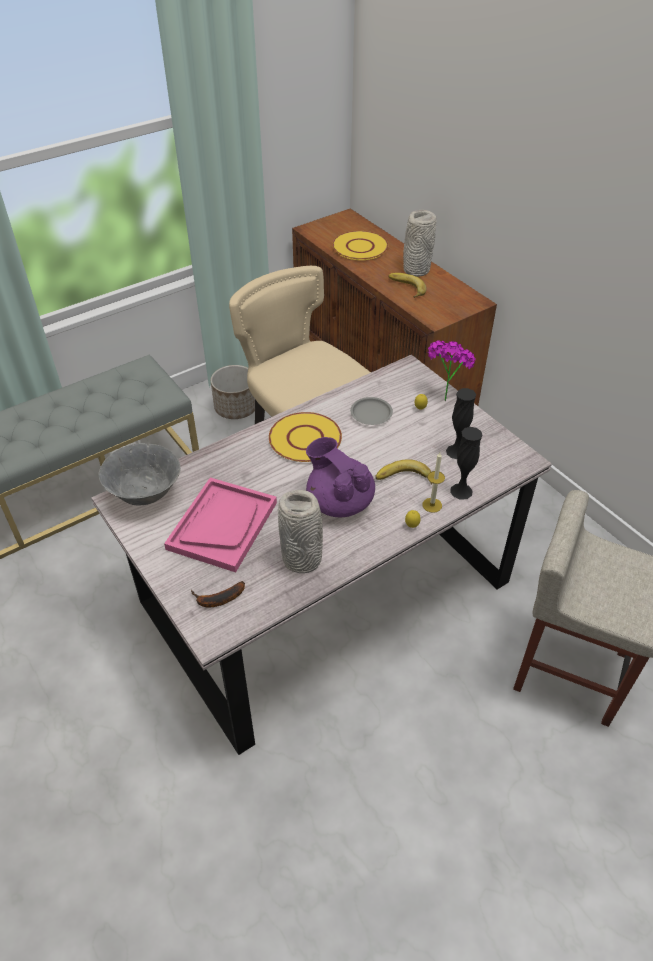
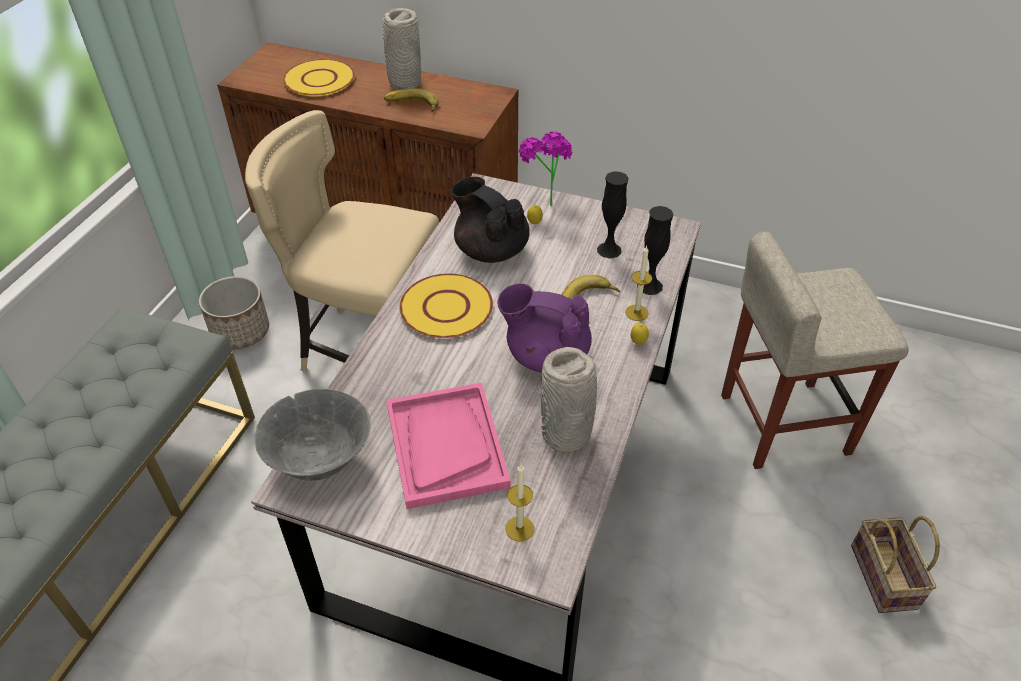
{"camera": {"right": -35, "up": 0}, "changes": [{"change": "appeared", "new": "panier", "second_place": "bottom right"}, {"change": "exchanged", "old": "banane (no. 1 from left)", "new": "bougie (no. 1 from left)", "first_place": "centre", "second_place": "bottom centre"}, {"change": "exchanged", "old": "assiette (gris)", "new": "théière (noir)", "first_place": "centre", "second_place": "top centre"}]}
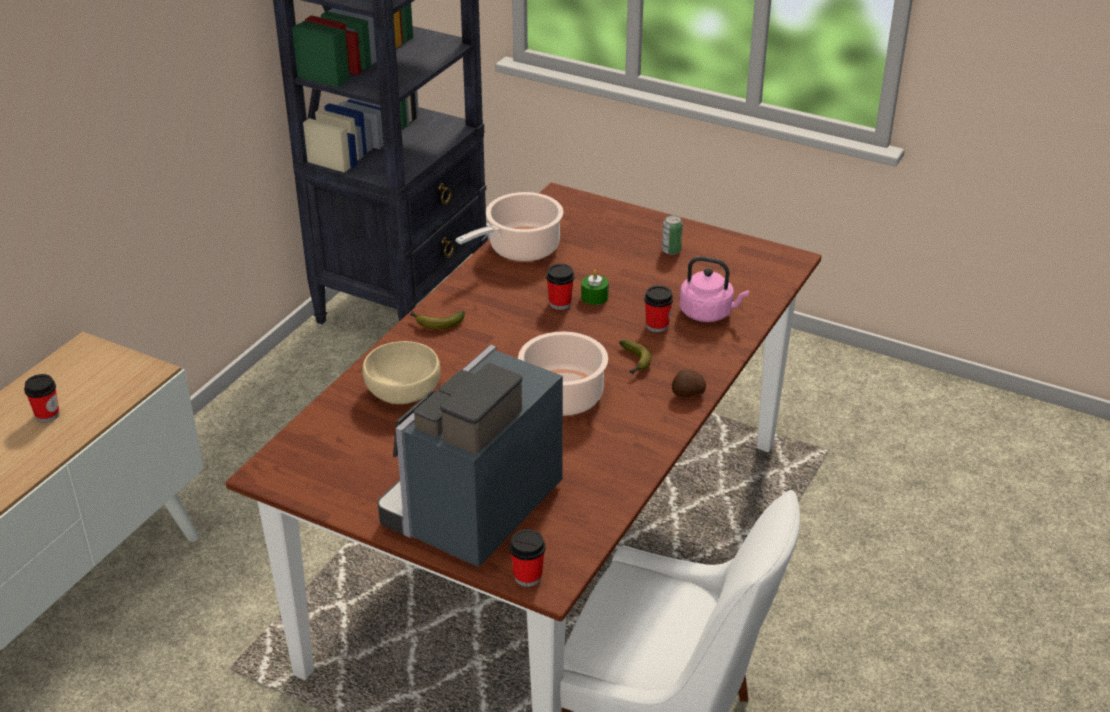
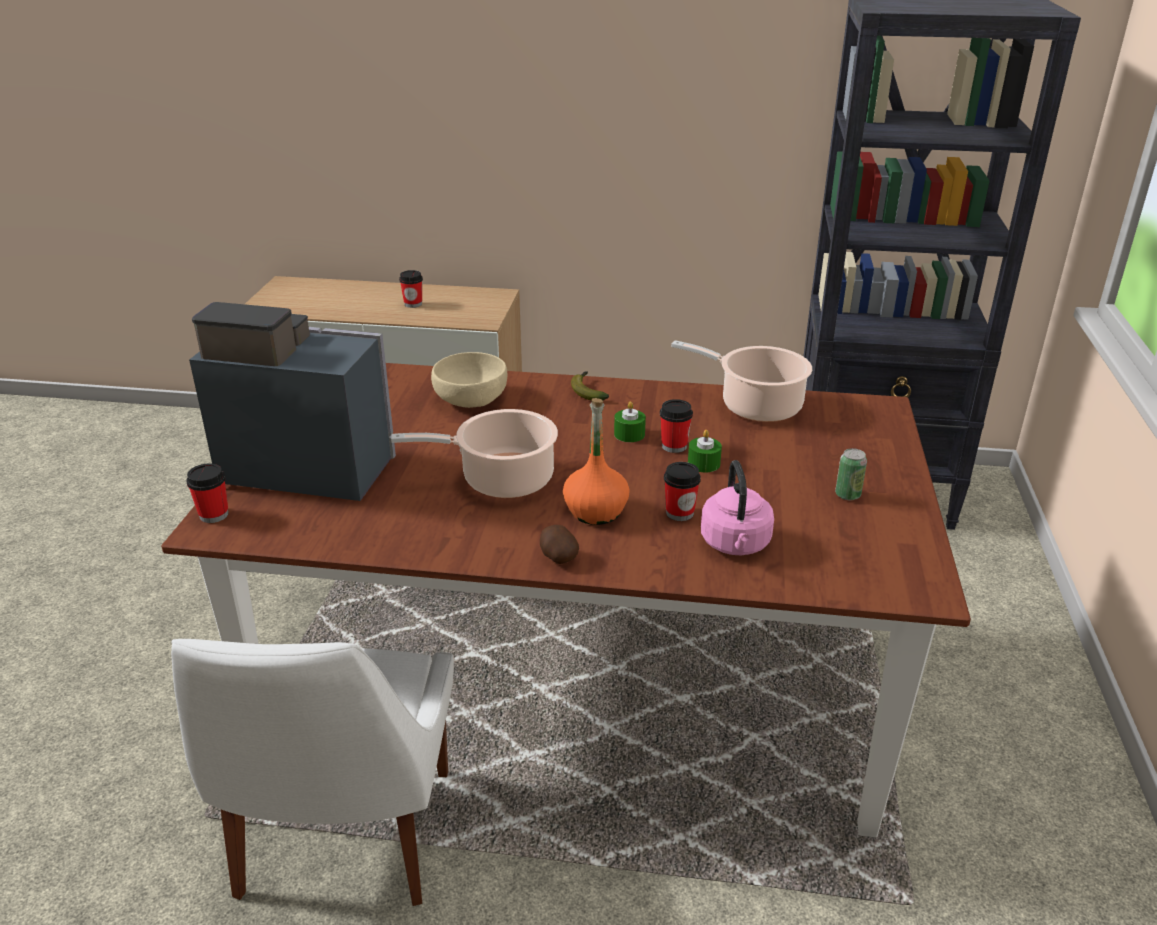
{"camera": {"right": 70, "up": -5}, "changes": [{"change": "appeared", "new": "bougie (vert) (no. 1 from left)", "second_place": "centre"}, {"change": "exchanged", "old": "banane (no. 2 from left)", "new": "bouteille (orange)", "first_place": "centre", "second_place": "centre"}]}
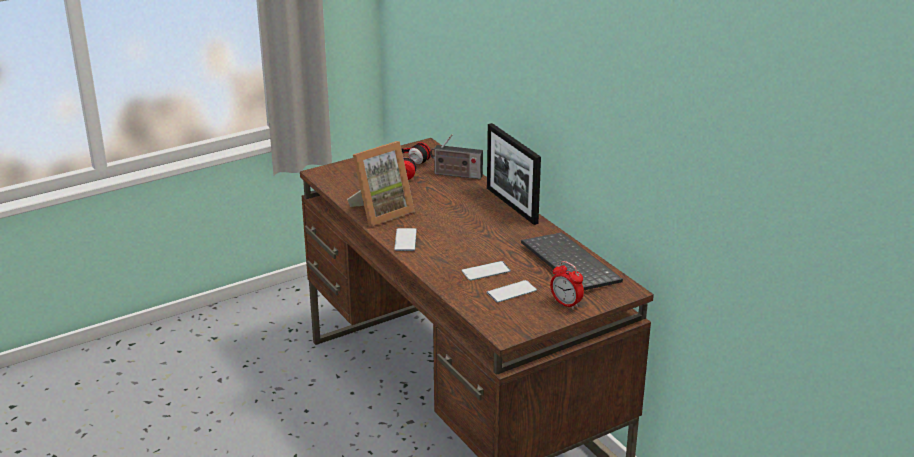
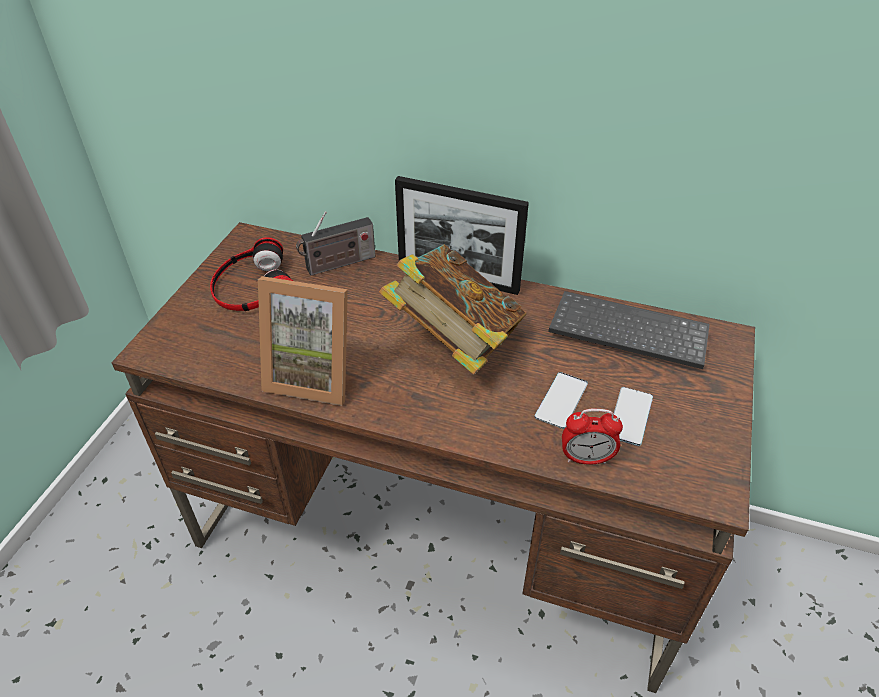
{"camera": {"right": -40, "up": 15}, "changes": [{"change": "missing", "old": "téléphone (no. 1 from left)", "first_place": "centre"}, {"change": "appeared", "new": "livre", "second_place": "centre"}, {"change": "relocated", "old": "réveil", "first_place": "centre", "second_place": "middle right"}, {"change": "spun", "old": "cadre photo (no. 1 from left)", "first_place": "centre", "second_place": "centre", "degrees": 90}]}
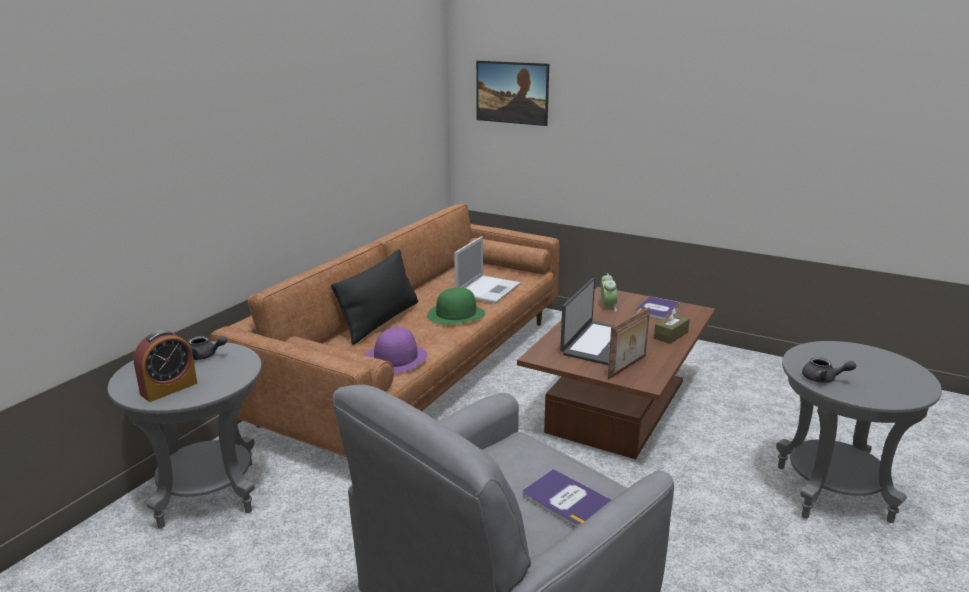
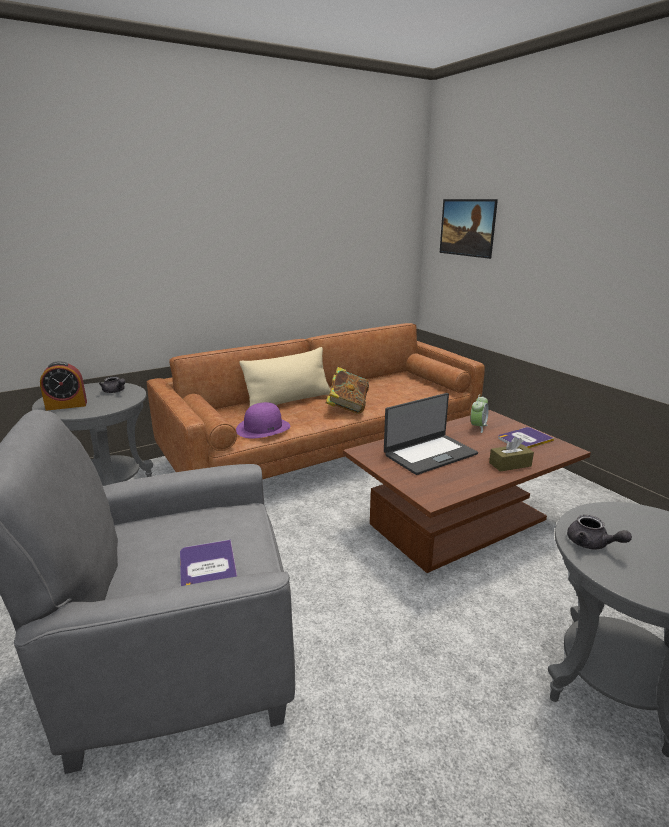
{"camera": {"right": 30, "up": 0}, "changes": [{"change": "missing", "old": "ordinateur portable (no. 1 from left)", "first_place": "centre"}, {"change": "missing", "old": "cadre photo", "first_place": "centre"}, {"change": "exchanged", "old": "chapeau (vert)", "new": "livre (no. 2 from left)", "first_place": "centre", "second_place": "centre"}, {"change": "colour", "old": "coussin (noir)", "new": "coussin (beige)", "first_place": "centre", "second_place": "centre"}]}
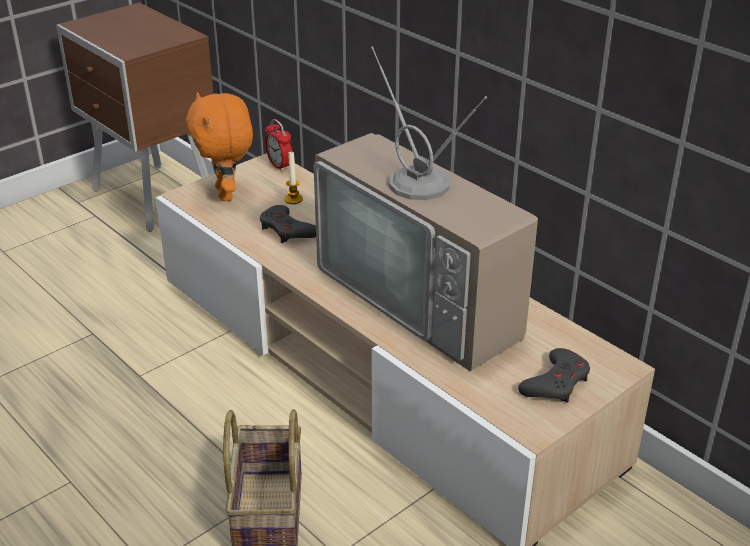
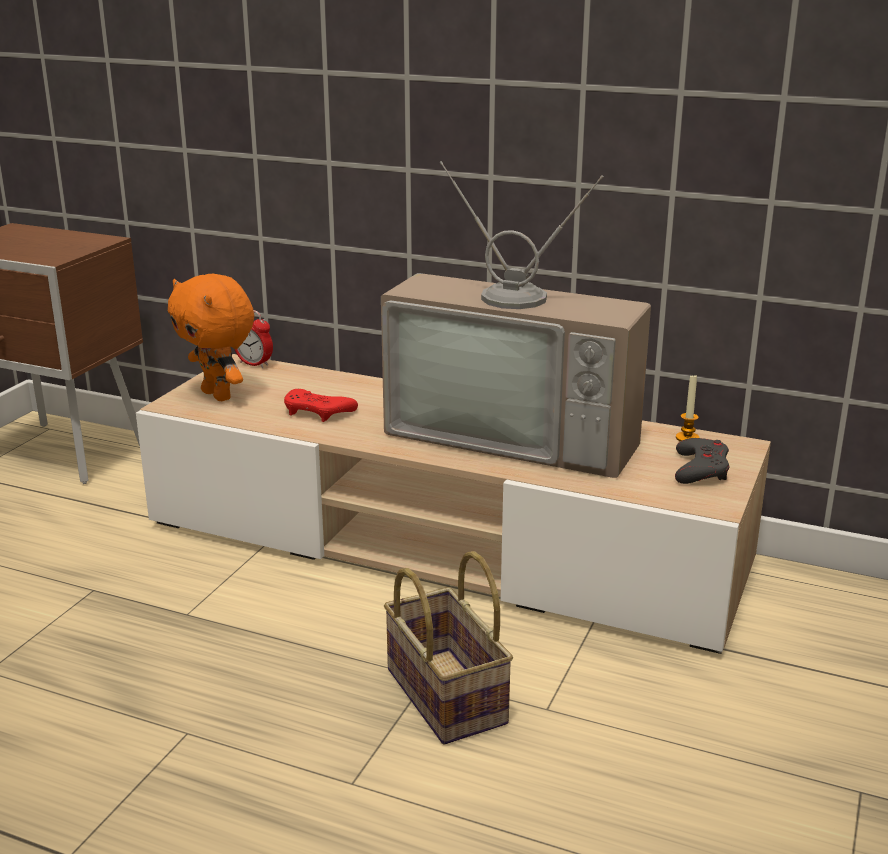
{"camera": {"right": -25, "up": -10}, "changes": [{"change": "relocated", "old": "bougie", "first_place": "top centre", "second_place": "middle right"}, {"change": "colour", "old": "manette (gris) (no. 1 from left)", "new": "manette (rouge)", "first_place": "centre", "second_place": "centre"}]}
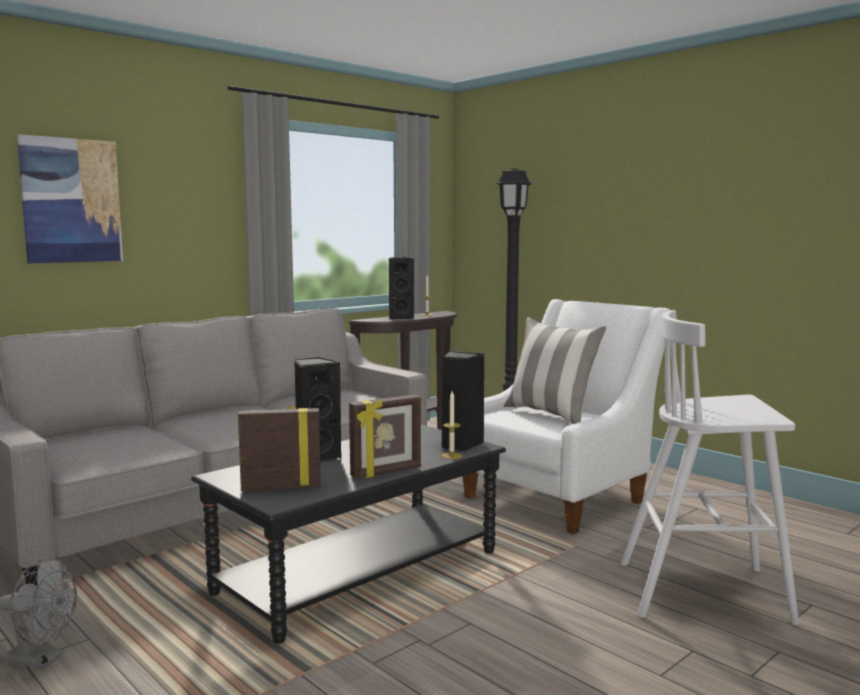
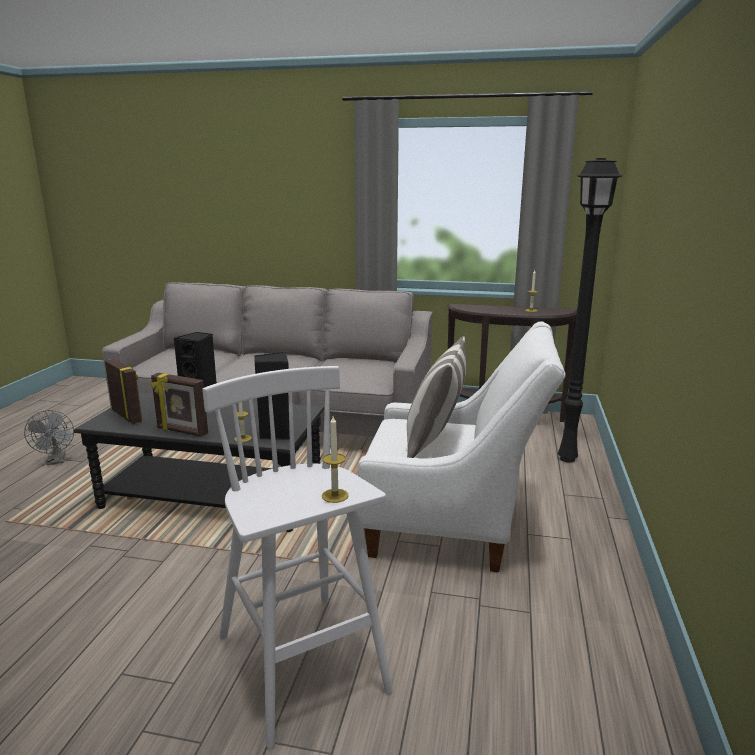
{"camera": {"right": 55, "up": 10}, "changes": [{"change": "missing", "old": "tableau", "first_place": "top left"}, {"change": "missing", "old": "enceinte (noir) (no. 2 from left)", "first_place": "centre"}, {"change": "appeared", "new": "bougie (no. 2 from left)", "second_place": "centre"}]}
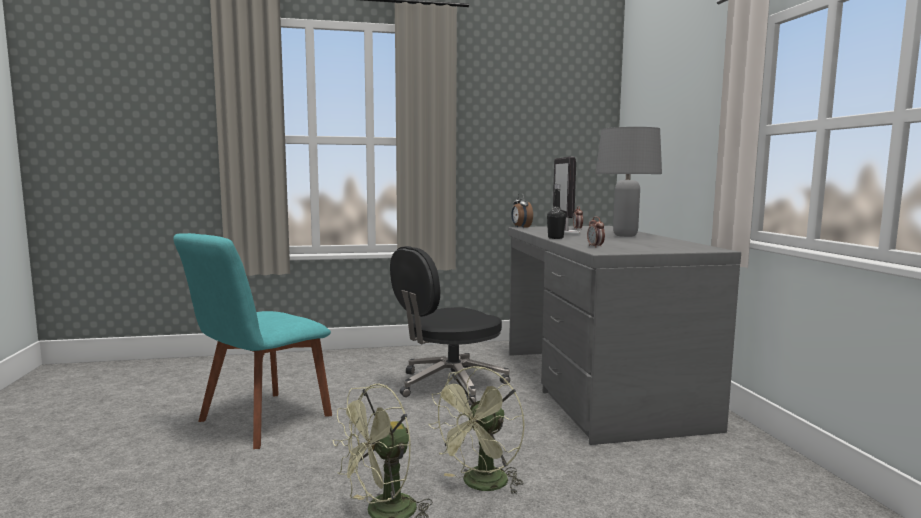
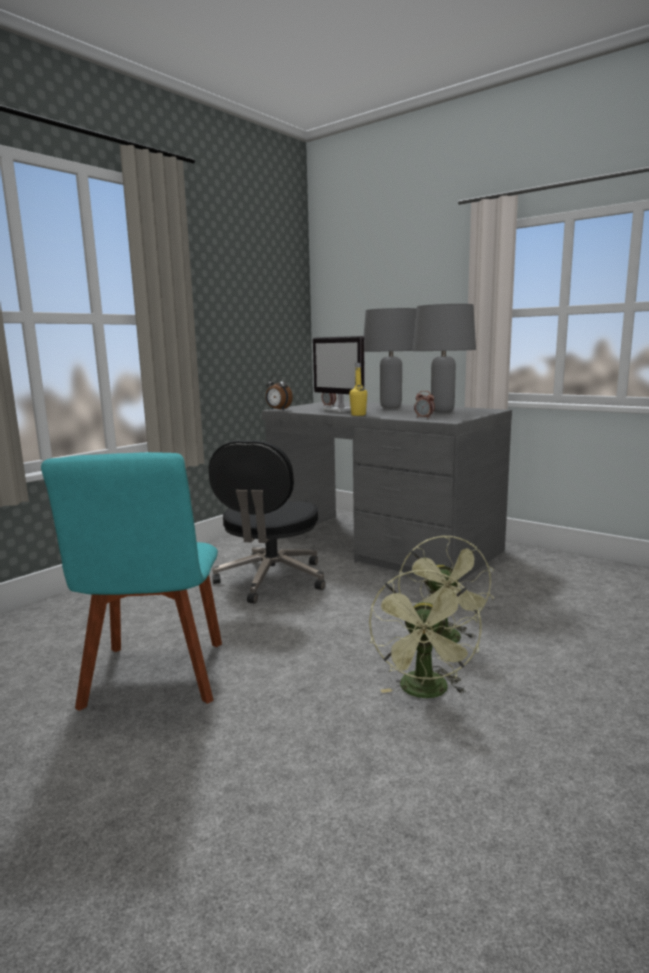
{"camera": {"right": -40, "up": 5}, "changes": [{"change": "appeared", "new": "lampe de table (gris) (no. 2 from left)", "second_place": "middle right"}, {"change": "colour", "old": "bouteille (noir)", "new": "bouteille (jaune)", "first_place": "centre", "second_place": "centre"}]}
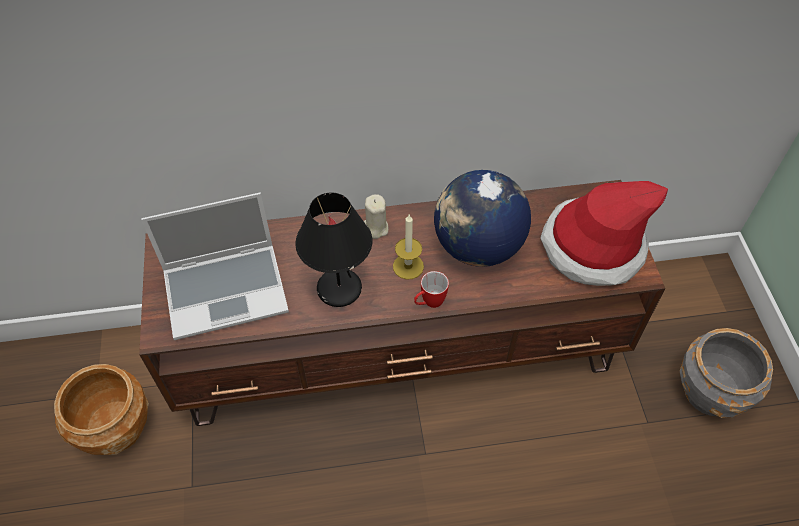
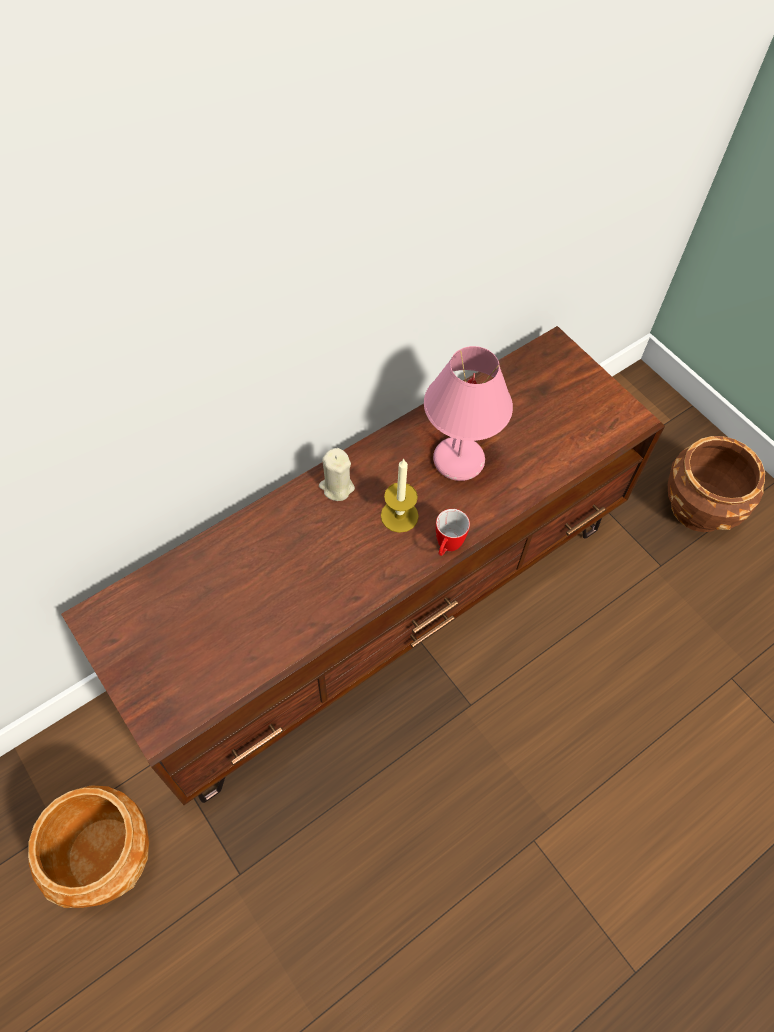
{"camera": {"right": -30, "up": 5}, "changes": [{"change": "missing", "old": "ordinateur portable", "first_place": "middle left"}, {"change": "missing", "old": "lampe de table (noir)", "first_place": "centre"}, {"change": "missing", "old": "chapeau", "first_place": "middle right"}, {"change": "exchanged", "old": "globe", "new": "lampe de table (rose)", "first_place": "centre", "second_place": "centre"}, {"change": "colour", "old": "cache-pot (gris)", "new": "cache-pot (marron) (no. 2 from left)", "first_place": "bottom right", "second_place": "middle right"}]}
